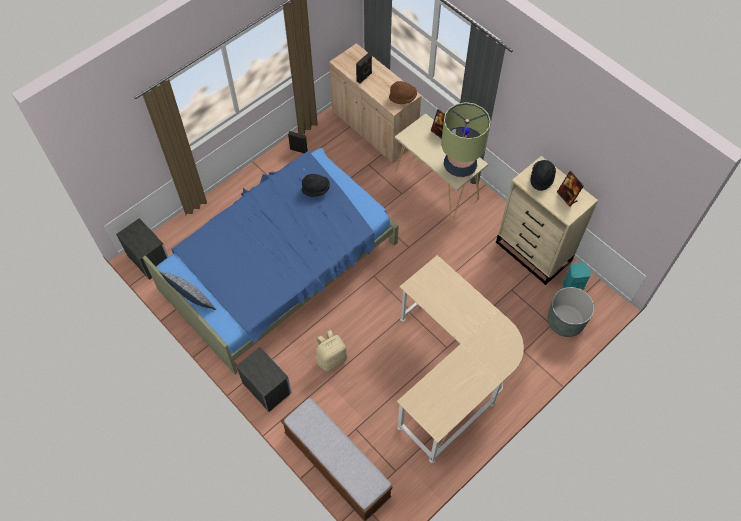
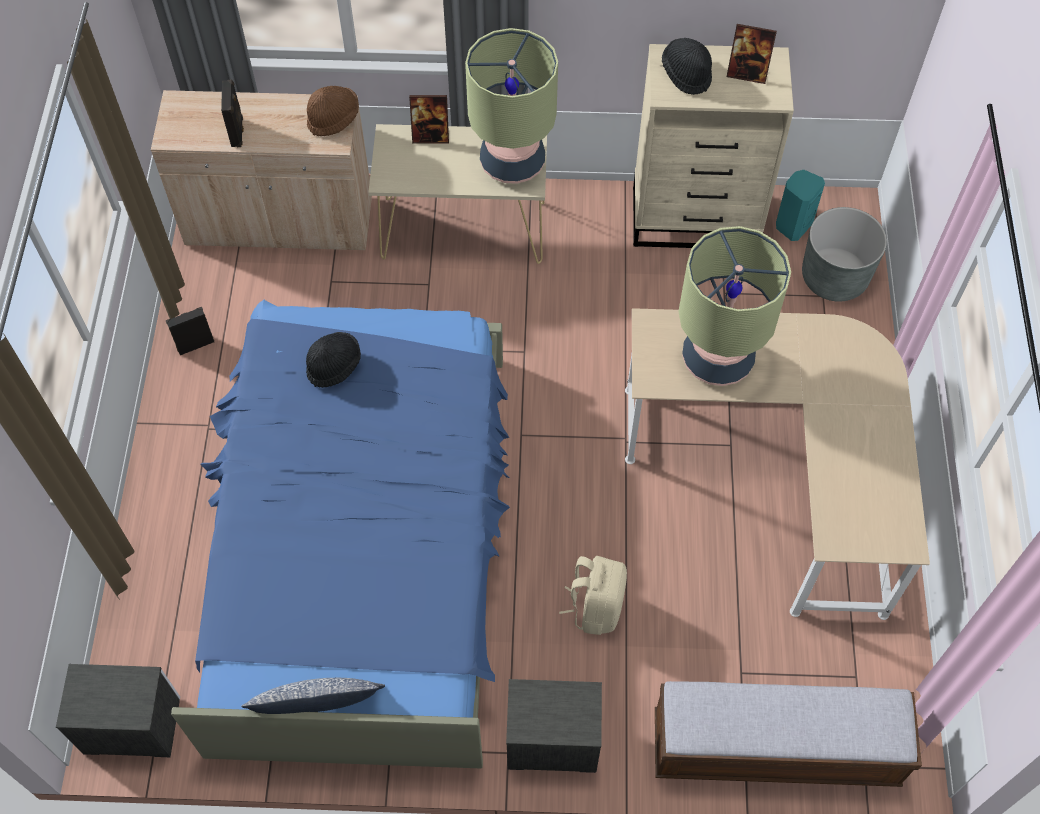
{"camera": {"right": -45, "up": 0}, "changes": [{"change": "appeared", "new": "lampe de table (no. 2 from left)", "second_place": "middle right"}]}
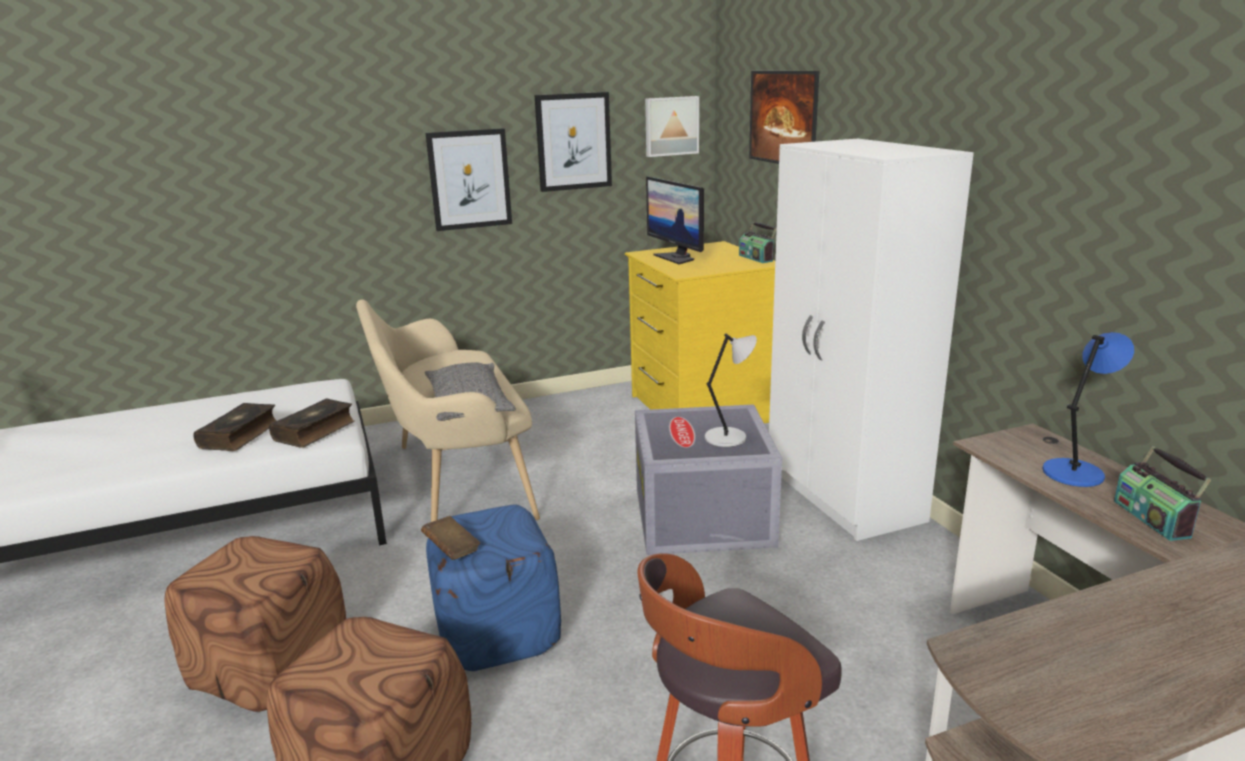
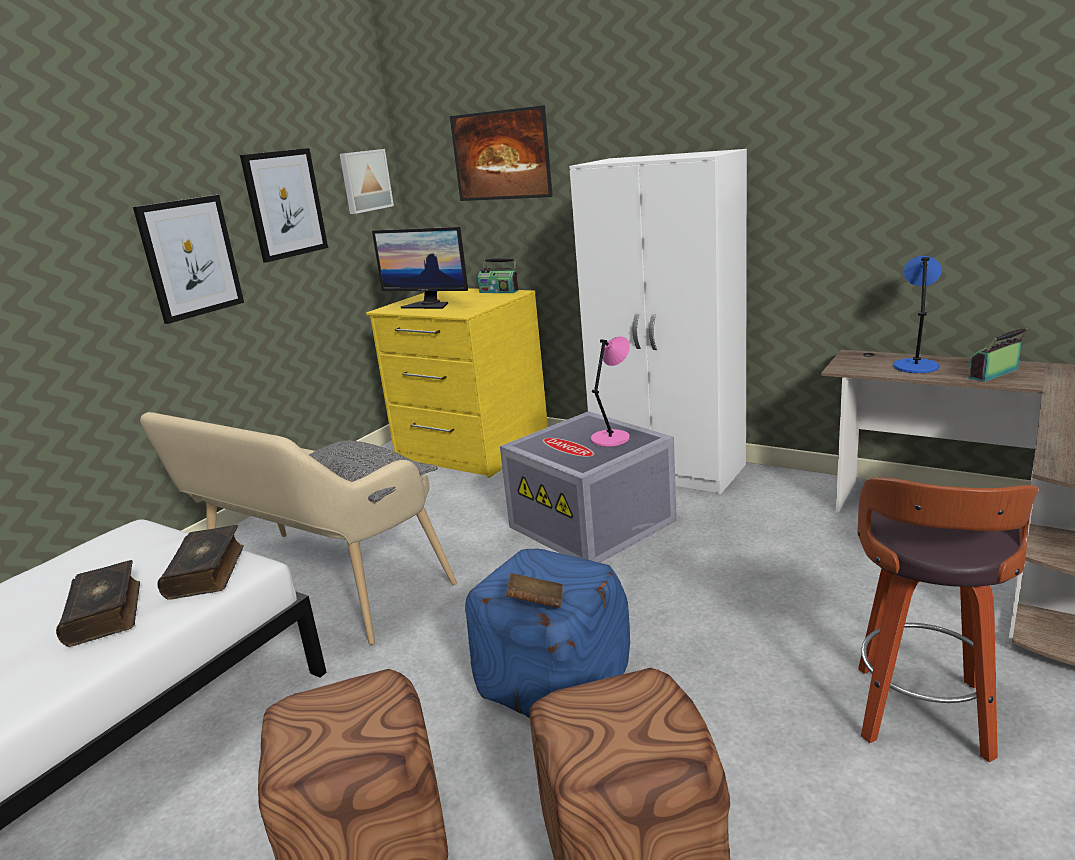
{"camera": {"right": -35, "up": 0}, "changes": [{"change": "colour", "old": "lampe de table (gris)", "new": "lampe de table (rose)", "first_place": "centre", "second_place": "centre"}, {"change": "spun", "old": "radio (no. 2 from left)", "first_place": "middle right", "second_place": "middle right", "degrees": 105}]}
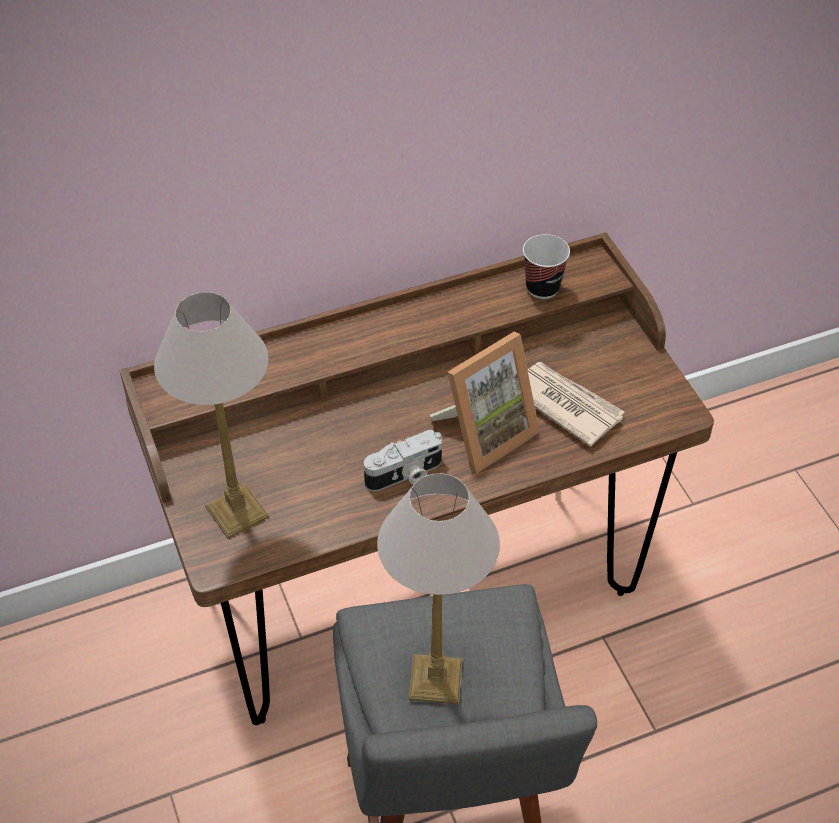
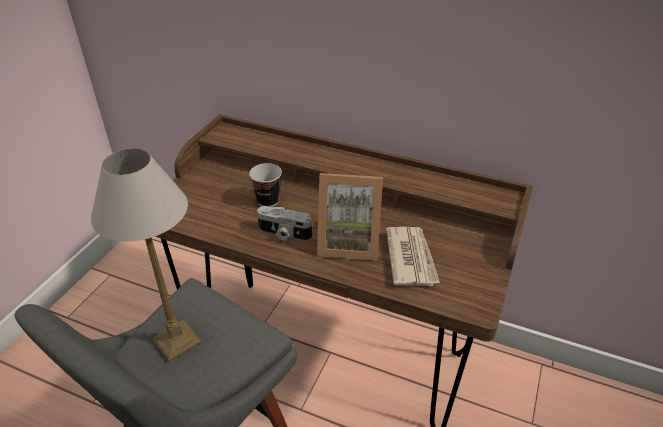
{"camera": {"right": 45, "up": -10}, "changes": [{"change": "missing", "old": "lampe de table (no. 1 from left)", "first_place": "middle left"}, {"change": "relocated", "old": "tasse", "first_place": "top centre", "second_place": "centre"}]}
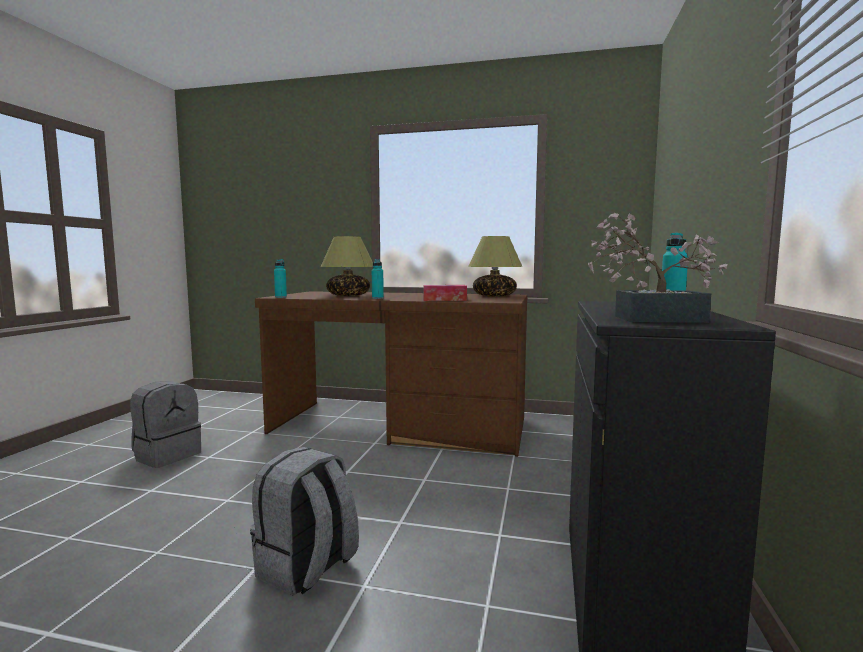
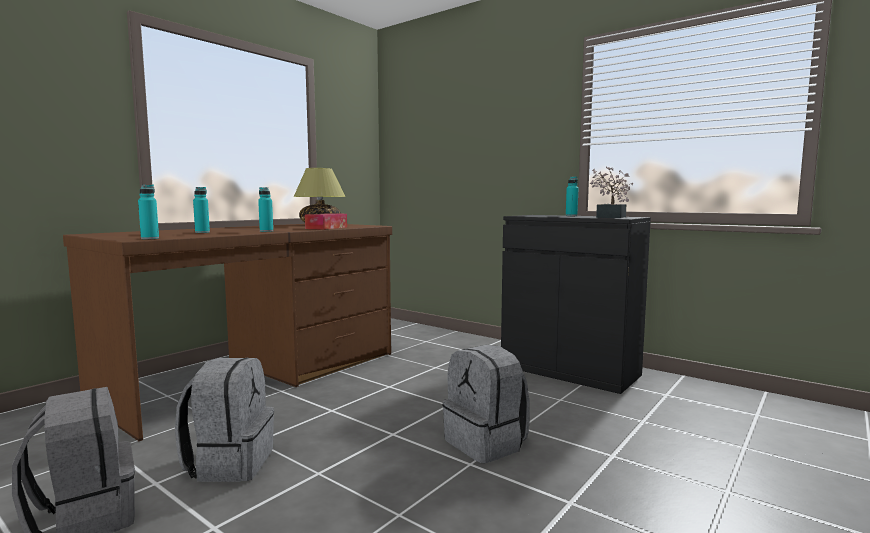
{"camera": {"right": -65, "up": 0}, "changes": [{"change": "appeared", "new": "sac à dos (gris) (no. 2 from left)", "second_place": "bottom left"}, {"change": "exchanged", "old": "lampe de table (no. 1 from left)", "new": "bouteille (turquoise) (no. 2 from left)", "first_place": "centre", "second_place": "middle left"}]}
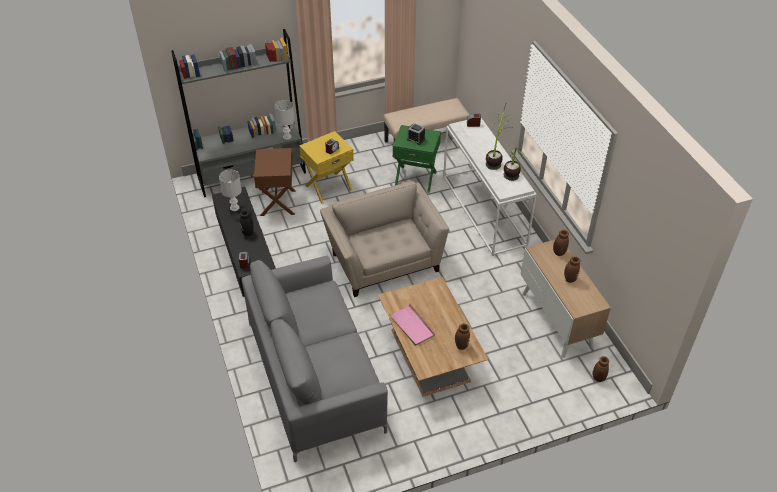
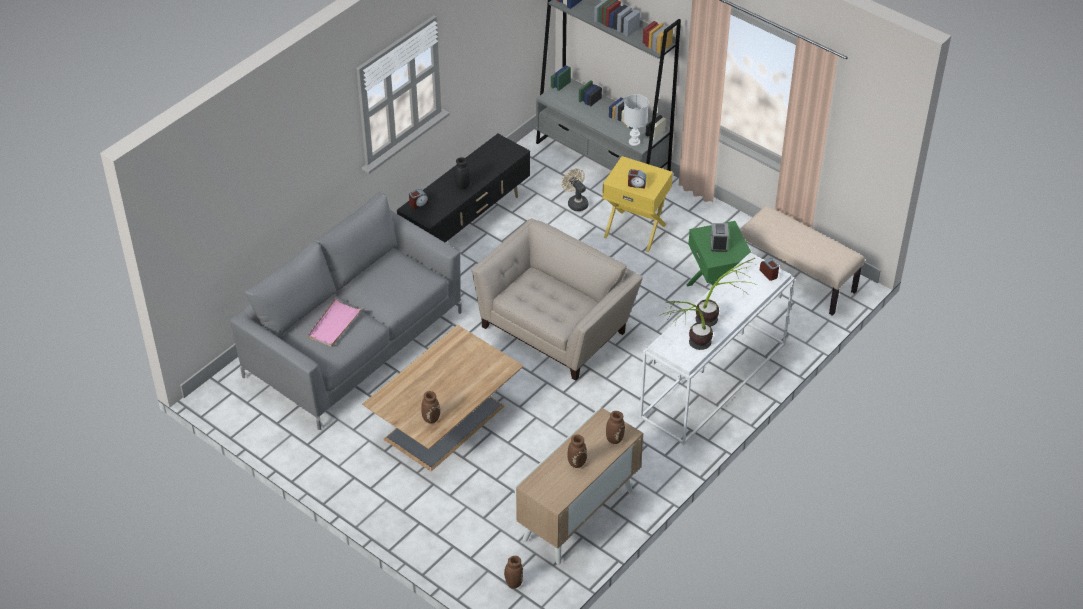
{"camera": {"right": 60, "up": 0}, "changes": [{"change": "missing", "old": "lampe de table (blanc) (no. 1 from left)", "first_place": "middle left"}, {"change": "relocated", "old": "plateau (rose)", "first_place": "centre", "second_place": "middle left"}, {"change": "exchanged", "old": "table d'appoint (marron)", "new": "ventilateur (beige)", "first_place": "centre", "second_place": "top centre"}]}
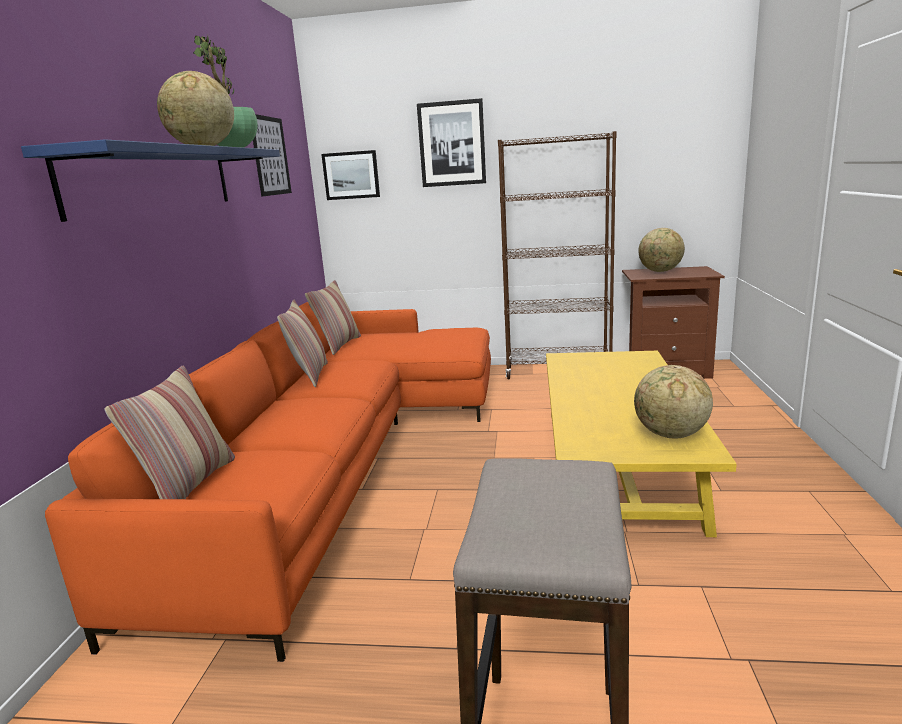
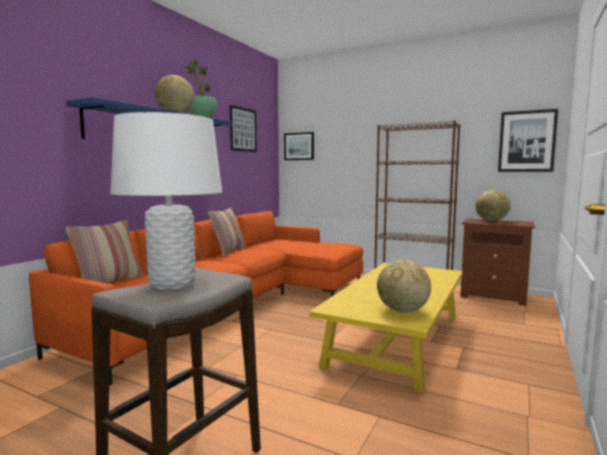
{"camera": {"right": 20, "up": -10}, "changes": [{"change": "missing", "old": "coussin (no. 3 from left)", "first_place": "centre"}, {"change": "appeared", "new": "lampe de table (blanc)", "second_place": "middle left"}, {"change": "relocated", "old": "tableau (no. 3 from left)", "first_place": "top centre", "second_place": "top right"}]}
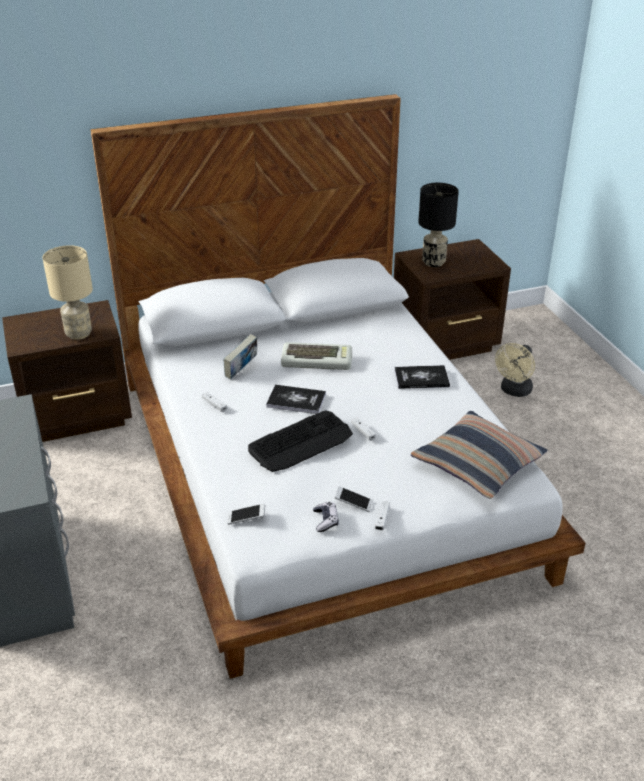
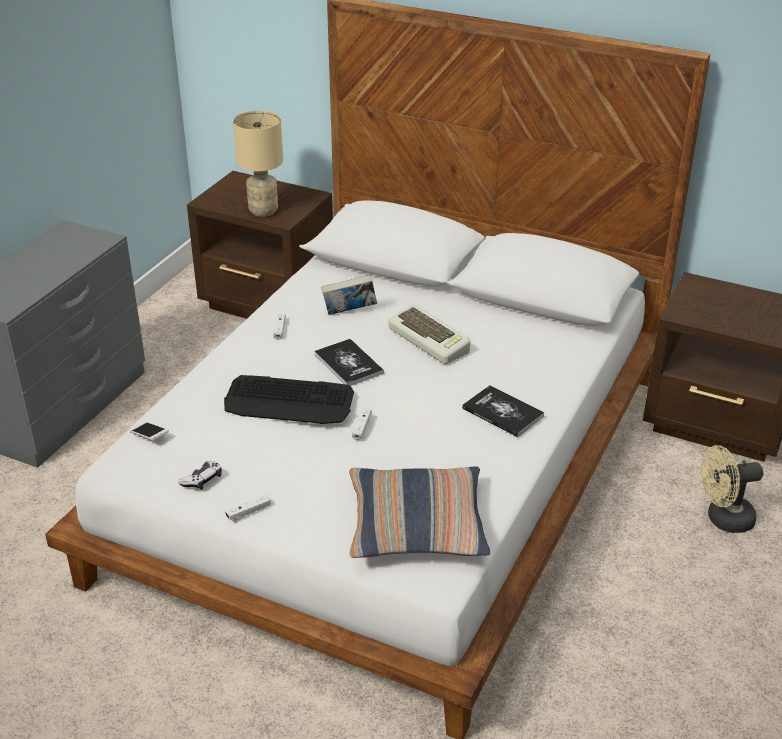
{"camera": {"right": 45, "up": 0}, "changes": [{"change": "missing", "old": "téléphone (no. 2 from left)", "first_place": "centre"}, {"change": "missing", "old": "lampe de table (noir)", "first_place": "top right"}]}
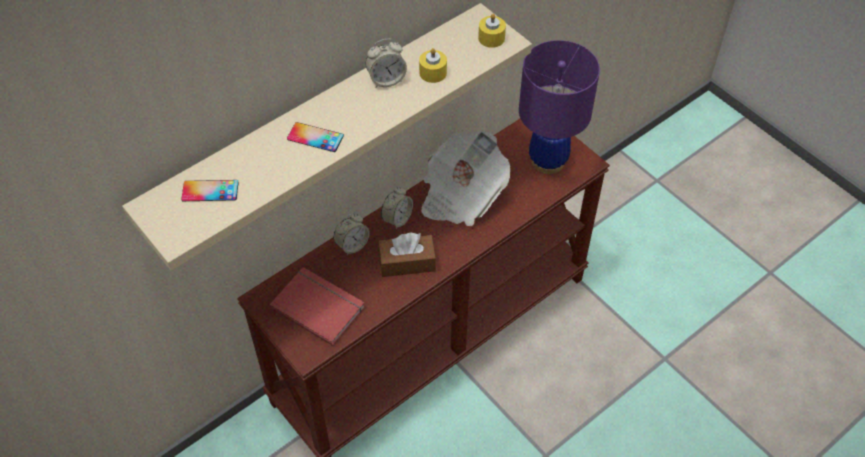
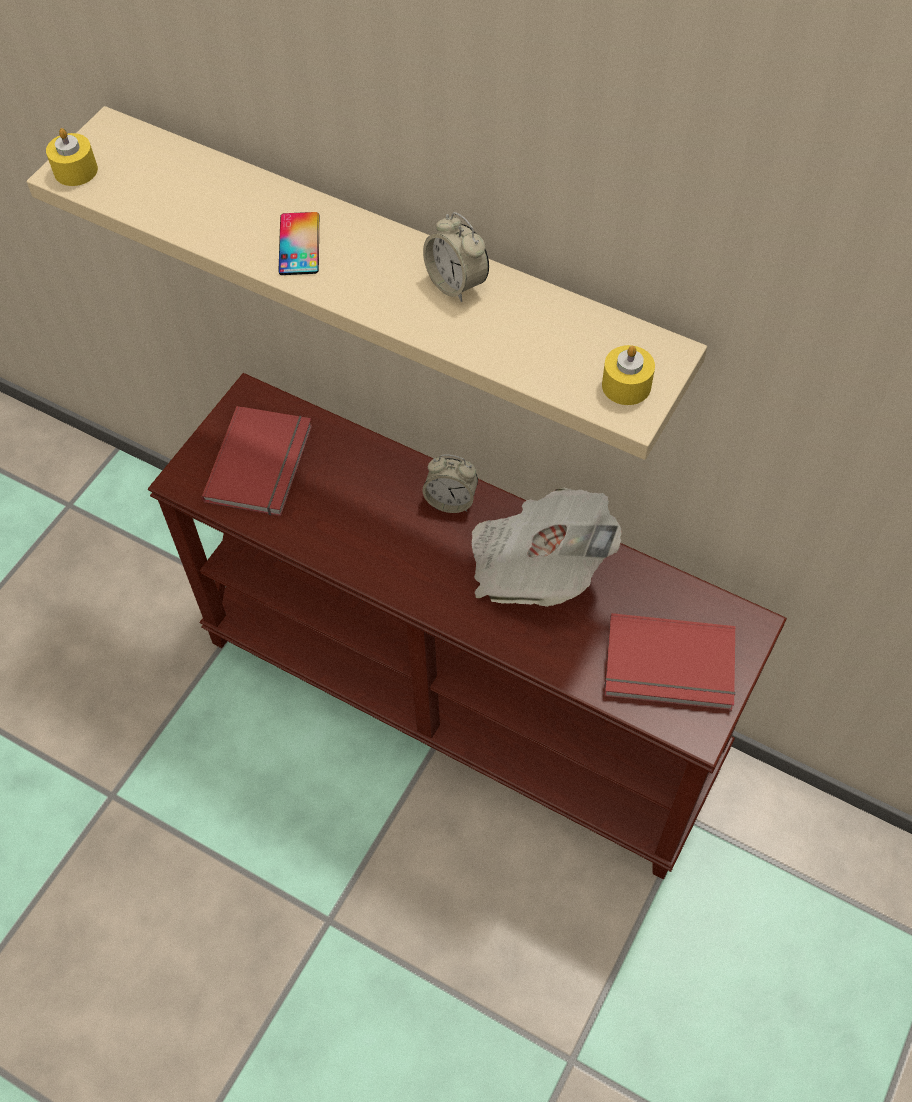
{"camera": {"right": 70, "up": 5}, "changes": [{"change": "missing", "old": "téléphone (no. 1 from left)", "first_place": "middle left"}, {"change": "missing", "old": "réveil (no. 1 from left)", "first_place": "centre"}, {"change": "missing", "old": "boîte à mouchoirs (marron)", "first_place": "centre"}, {"change": "relocated", "old": "bougie (jaune) (no. 1 from left)", "first_place": "top centre", "second_place": "top left"}, {"change": "exchanged", "old": "lampe de table (violet)", "new": "livre (rouge) (no. 2 from left)", "first_place": "top centre", "second_place": "middle right"}]}
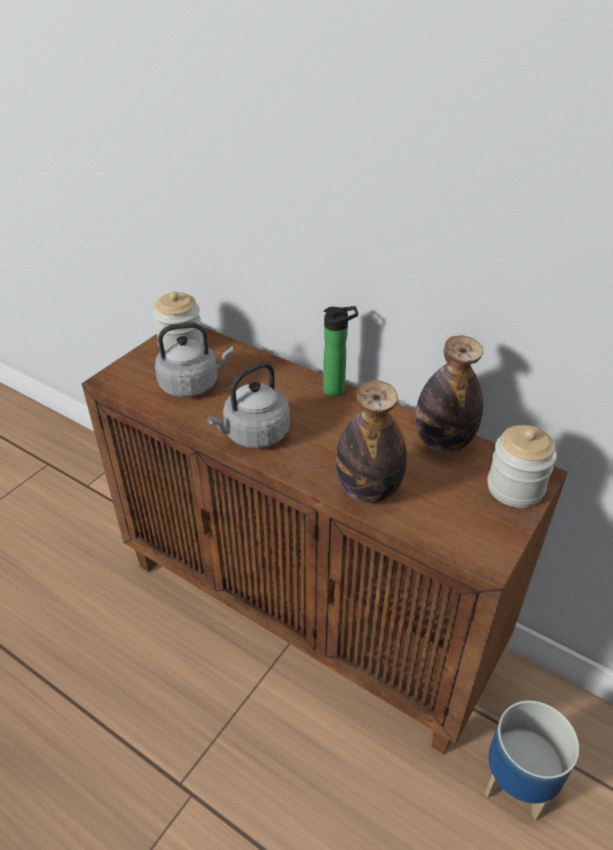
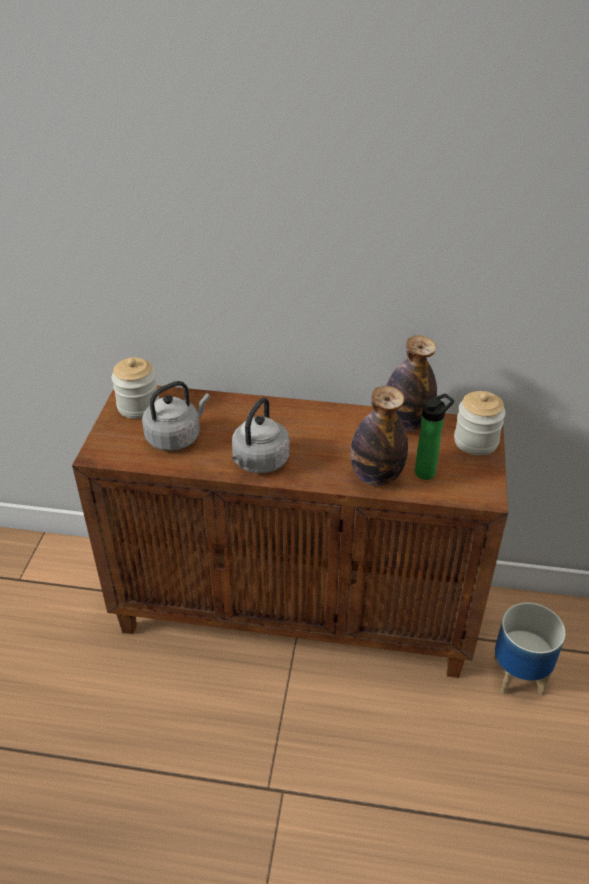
{"camera": {"right": -25, "up": 0}, "changes": [{"change": "relocated", "old": "bouteille (no. 1 from left in the first image)", "new": "bouteille (no. 3 from left)", "first_place": "centre", "second_place": "middle right"}]}
